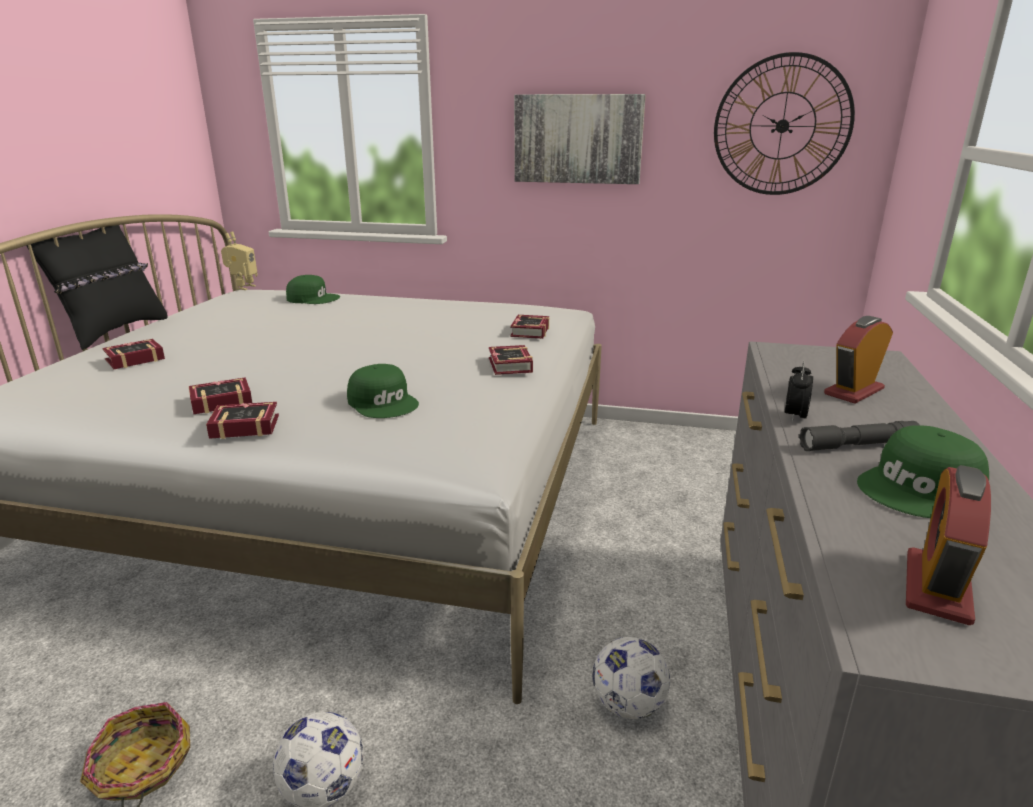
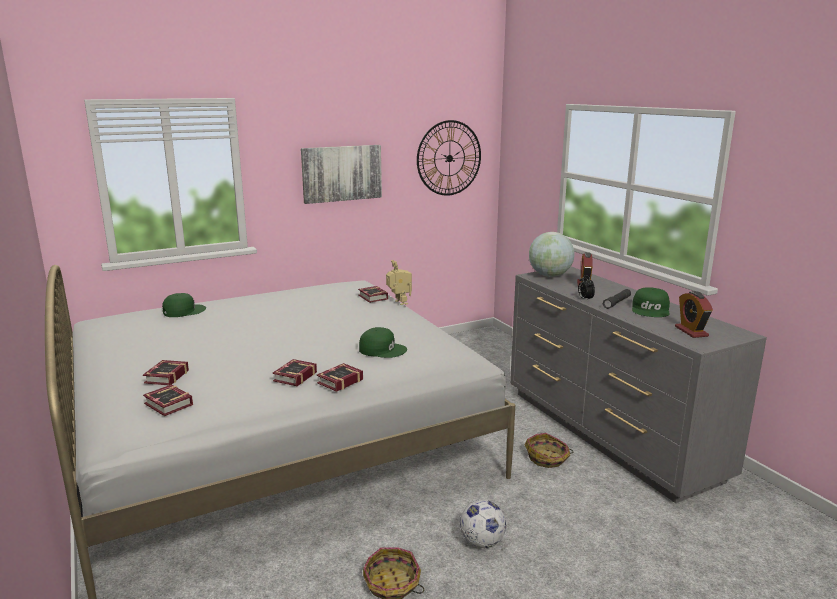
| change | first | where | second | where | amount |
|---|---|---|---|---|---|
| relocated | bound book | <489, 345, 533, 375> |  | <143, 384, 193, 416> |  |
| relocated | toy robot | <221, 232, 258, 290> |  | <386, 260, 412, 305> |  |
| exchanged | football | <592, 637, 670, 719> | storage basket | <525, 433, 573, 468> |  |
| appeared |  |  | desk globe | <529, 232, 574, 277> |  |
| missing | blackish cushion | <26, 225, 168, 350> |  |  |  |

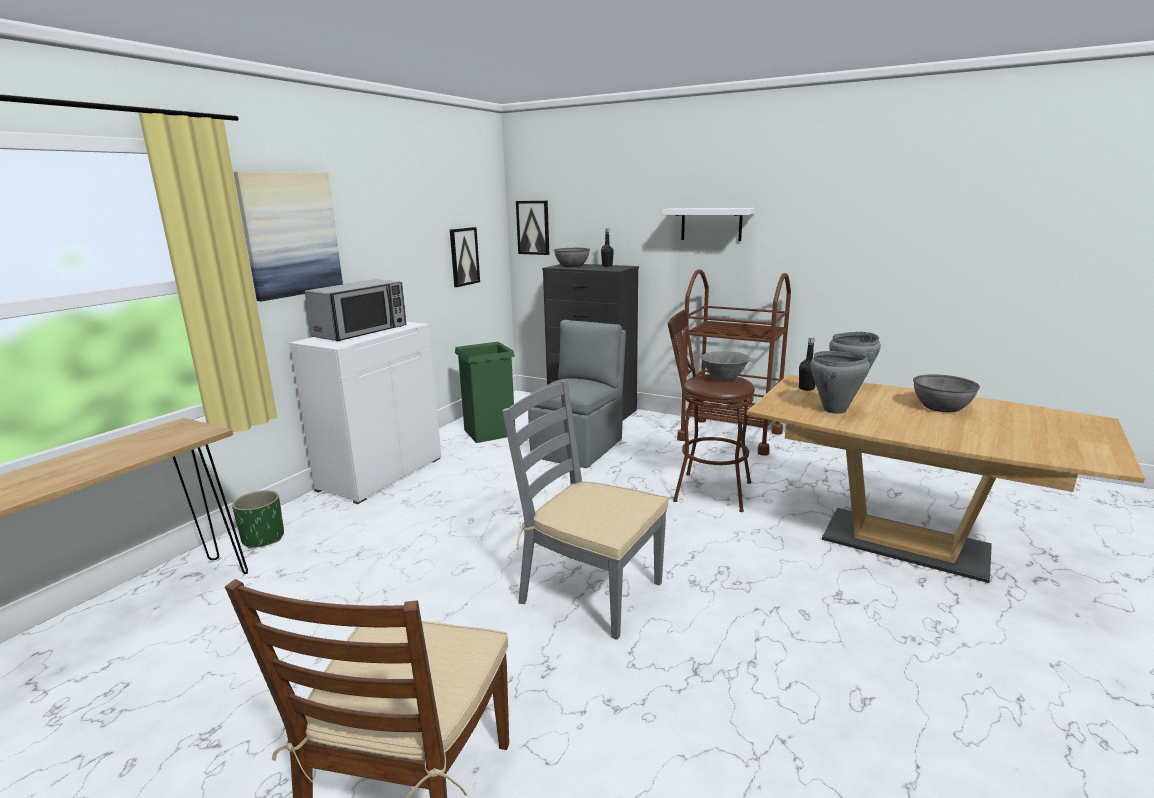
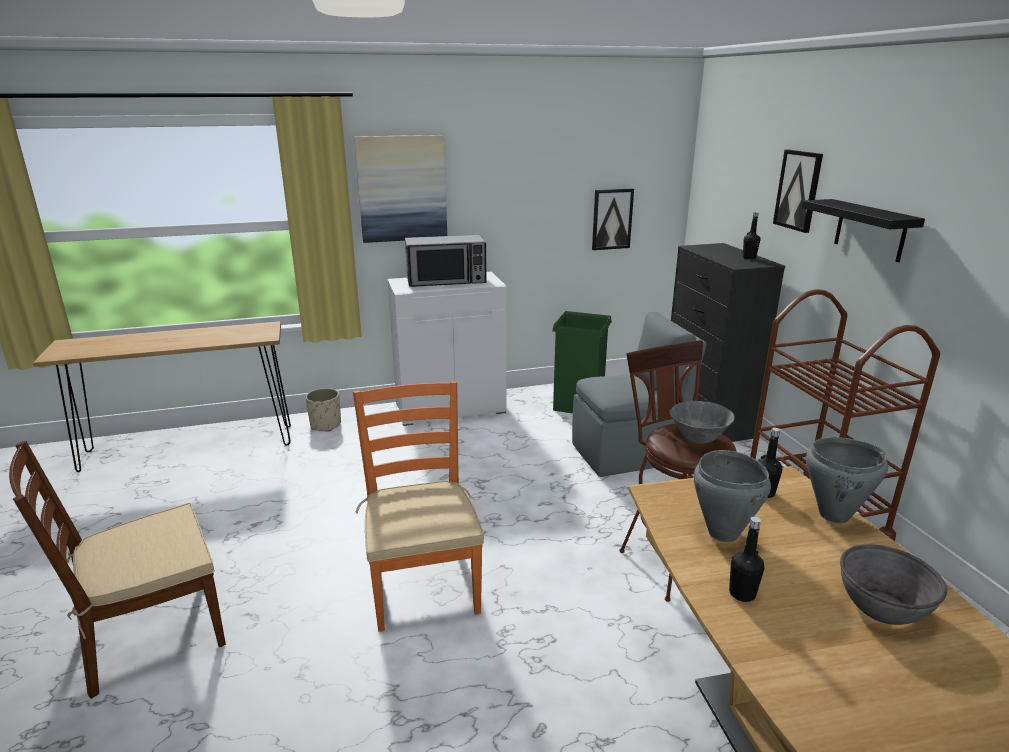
| change | first | where | second | where | amount |
|---|---|---|---|---|---|
| colour | green plant pot | <232, 490, 284, 549> | sand-coloured plant pot | <305, 388, 341, 432> |  |
| colour | greyish plain chair | <502, 381, 668, 640> | orange-coloured plain chair | <353, 381, 484, 632> |  |
| appeared |  |  | blackish beverage bottle | <729, 516, 764, 602> |  |
| relocated | wall picture | <516, 201, 549, 255> |  | <773, 150, 823, 233> |  |
| colour | white-coloured wall shelf | <662, 208, 755, 241> | blackish wall shelf | <802, 199, 925, 262> |  |
| missing | greyish bowl | <554, 248, 590, 267> |  |  |  |

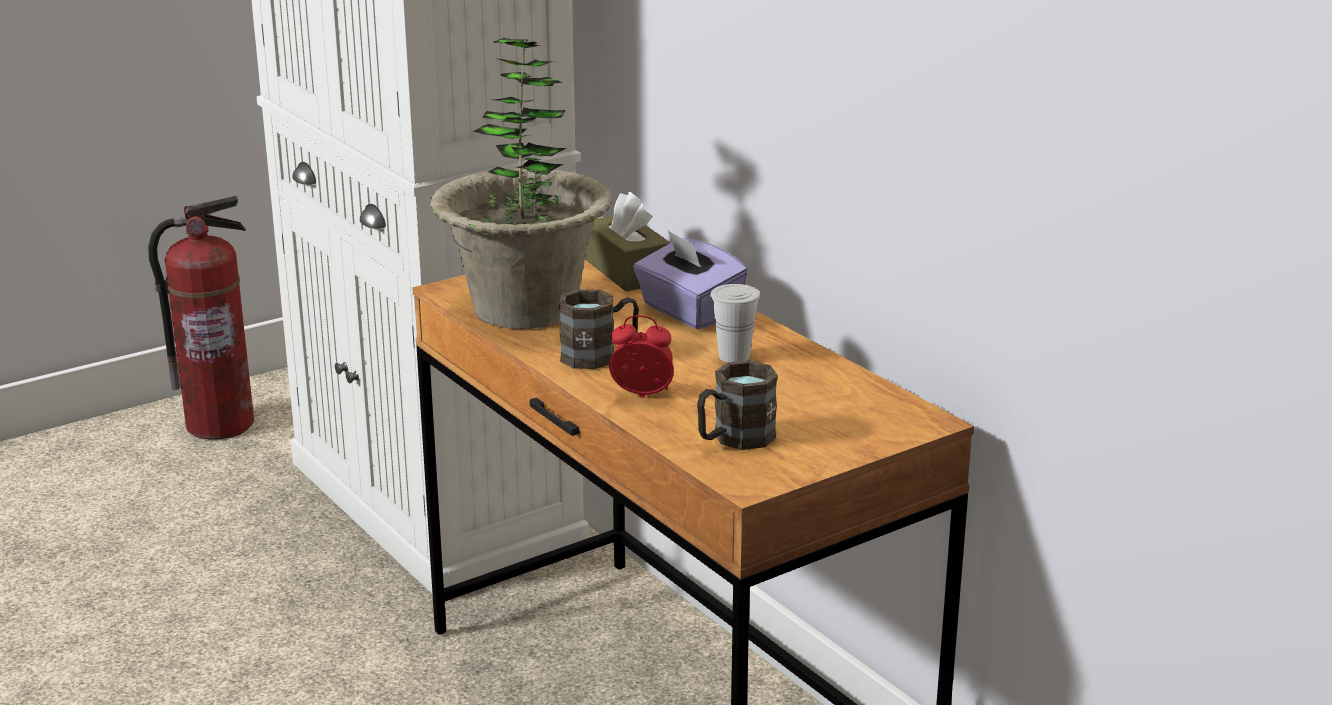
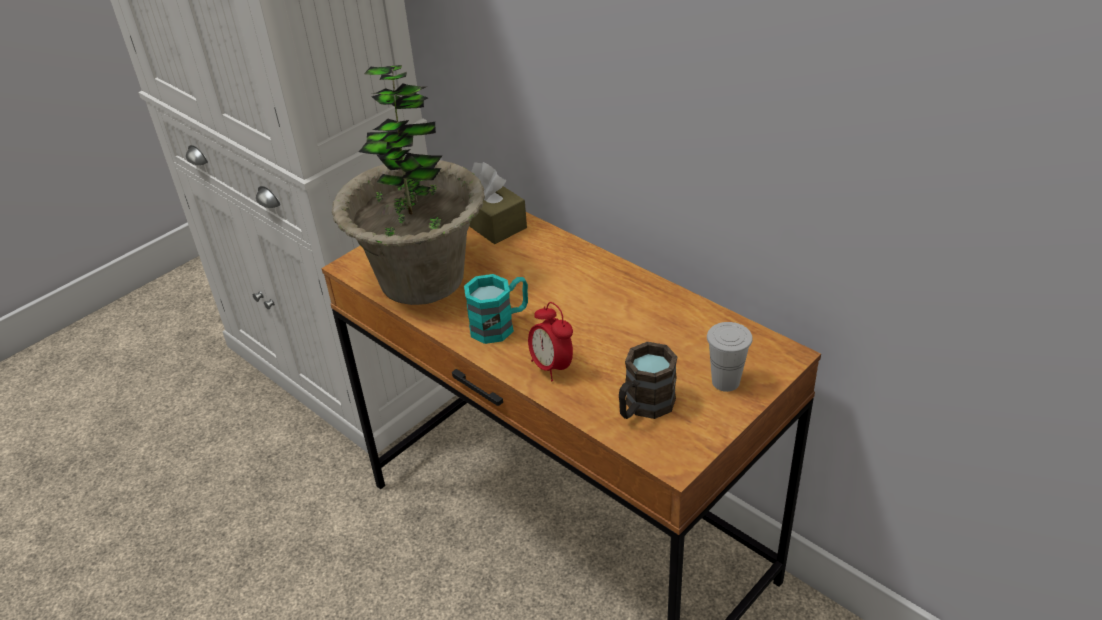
| change | first | where | second | where | amount |
|---|---|---|---|---|---|
| colour | brown-coloured coffee mug | <559, 289, 639, 369> | turquoise-coloured coffee mug | <464, 274, 528, 344> |  |
| spun | alarm clock | <609, 315, 674, 398> |  | <528, 302, 573, 381> | 120 degrees counterclockwise |
| relocated | white-coloured drinking cup | <711, 284, 760, 362> |  | <707, 322, 753, 392> |  |
| missing | fire extinguisher | <148, 196, 254, 440> |  |  |  |
| missing | purple box of tissues | <633, 230, 748, 329> |  |  |  |

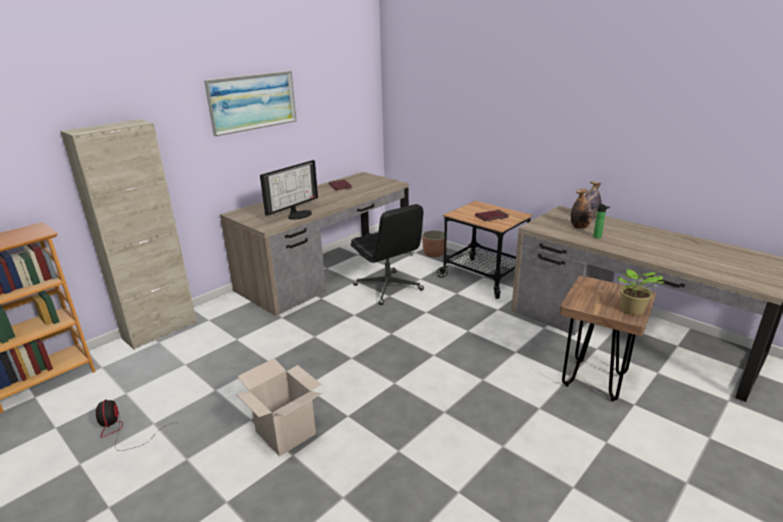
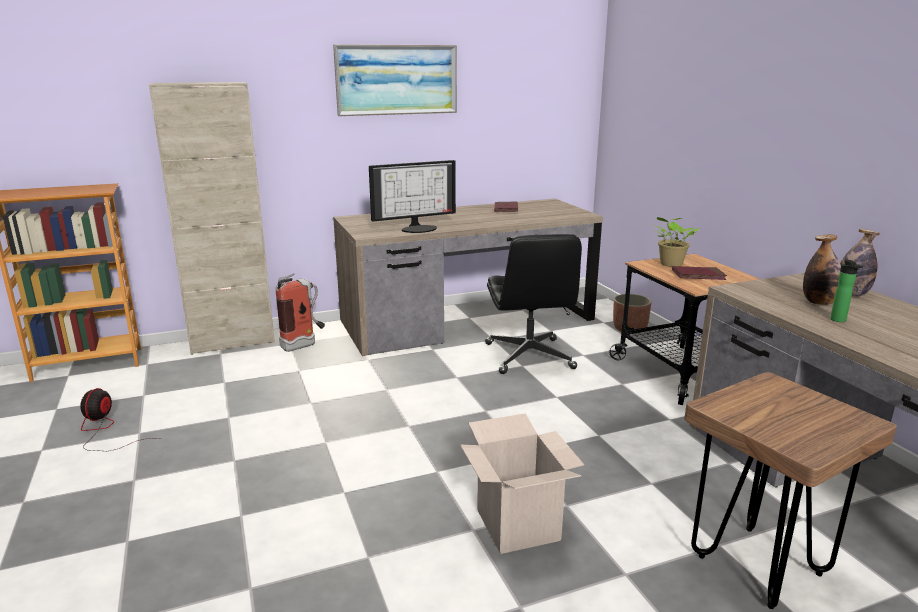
| change | first | where | second | where | amount |
|---|---|---|---|---|---|
| appeared |  |  | fire extinguisher | <276, 273, 325, 352> |  |
| relocated | packing box | <236, 358, 322, 456> |  | <460, 413, 584, 554> |  |
| relocated | houseplant | <618, 269, 665, 315> |  | <651, 217, 699, 267> |  |

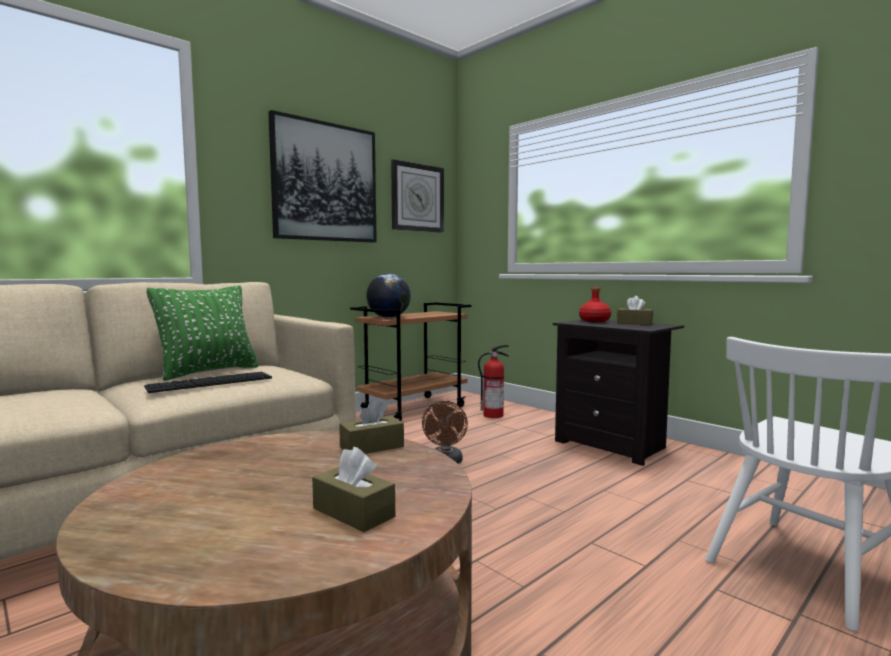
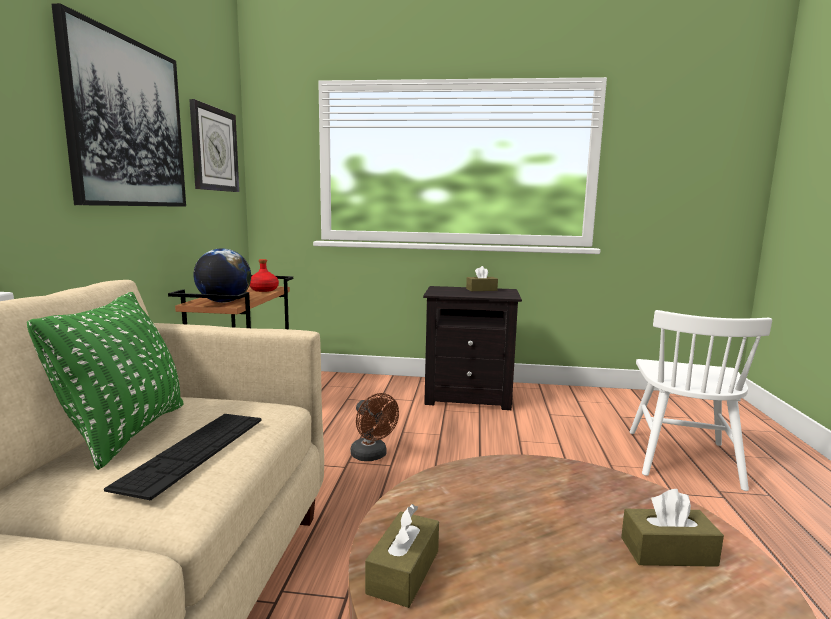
| change | first | where | second | where | amount |
|---|---|---|---|---|---|
| relocated | red-coloured beverage bottle | <579, 288, 611, 322> |  | <250, 259, 279, 292> |  |
| relocated | brown-coloured box of tissues | <339, 400, 404, 454> |  | <365, 504, 439, 608> |  |
| missing | fire extinguisher | <478, 345, 509, 418> |  |  |  |

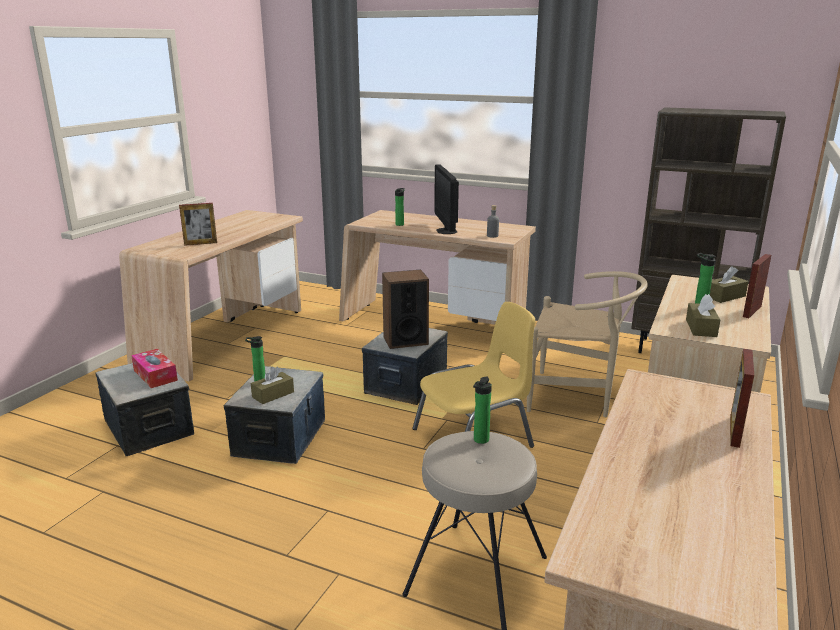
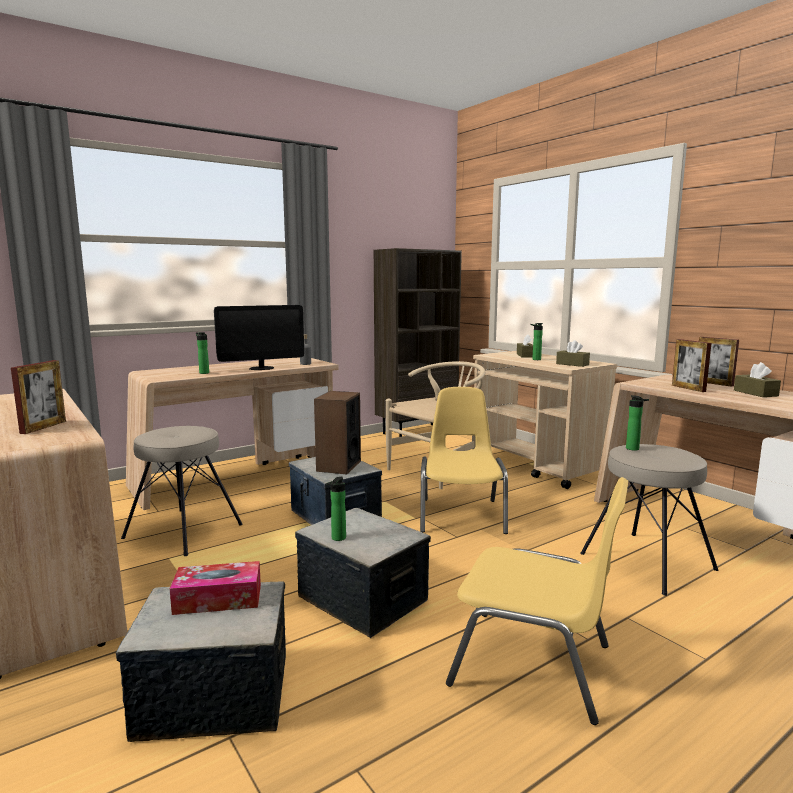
| change | first | where | second | where | amount |
|---|---|---|---|---|---|
| appeared |  |  | sand-coloured sitting stool | <121, 426, 243, 556> |  |
| spun | monitor | <434, 165, 459, 234> |  | <214, 305, 304, 370> | 45 degrees counterclockwise |
| appeared |  |  | yellow-coloured plain chair | <446, 477, 628, 725> |  |
| relocated | standing frame | <743, 254, 771, 318> |  | <672, 339, 711, 392> |  |
| relocated | brown-coloured box of tissues | <251, 367, 294, 404> |  | <734, 362, 781, 397> |  |

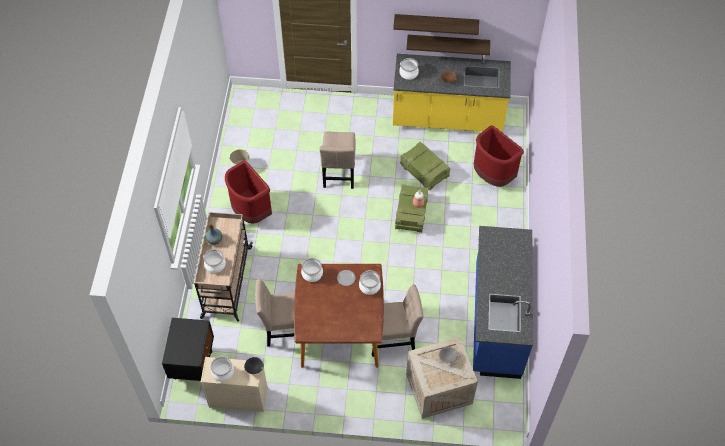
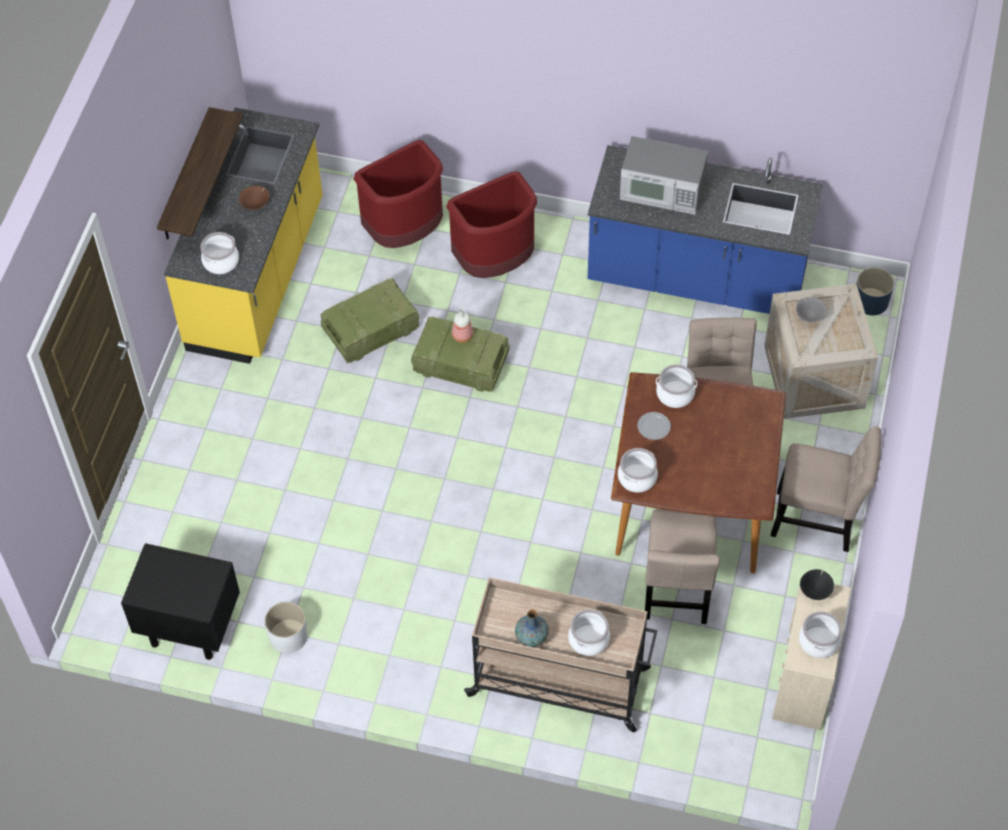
| change | first | where | second | where | amount |
|---|---|---|---|---|---|
| relocated | blackish nightstand | <162, 318, 214, 381> |  | <121, 543, 240, 660> |  |
| relocated | red-coloured rubbish bin | <225, 161, 272, 224> |  | <446, 171, 537, 278> |  |
| appeared |  |  | kitchen microwave | <620, 136, 708, 215> |  |
| relocated | sand-coloured plain chair | <319, 131, 356, 189> |  | <771, 426, 881, 552> |  |
| appeared |  |  | blue-coloured plant pot | <857, 268, 894, 315> |  |
| missing | wall shelf | <393, 14, 479, 35> |  |  |  |

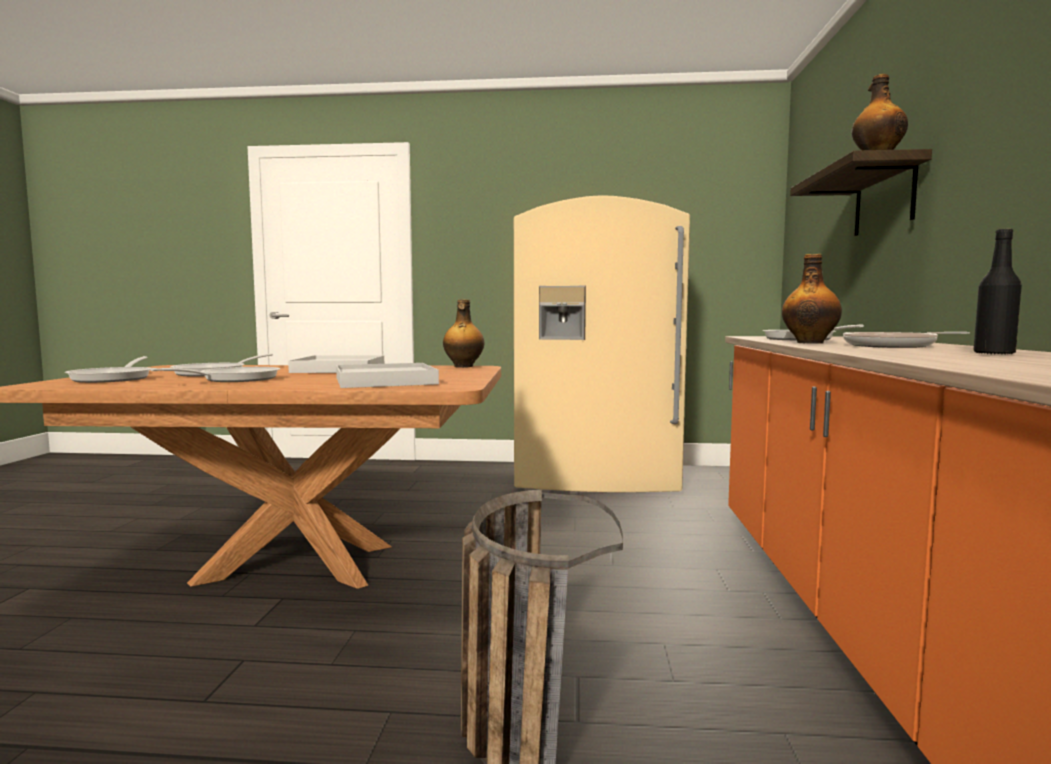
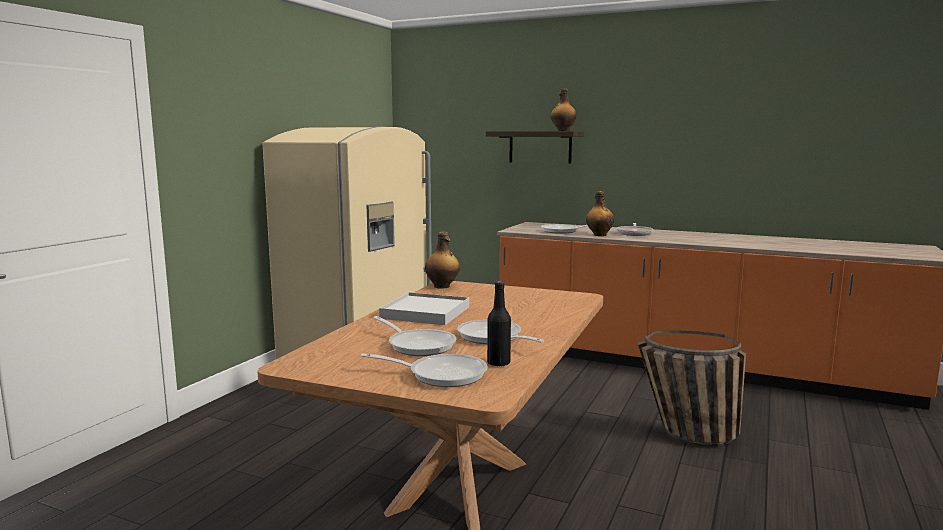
| change | first | where | second | where | amount |
|---|---|---|---|---|---|
| relocated | blackish beverage bottle | <973, 229, 1022, 355> |  | <487, 281, 511, 367> |  |
| missing | white-coloured tray | <336, 363, 439, 388> |  |  |  |

